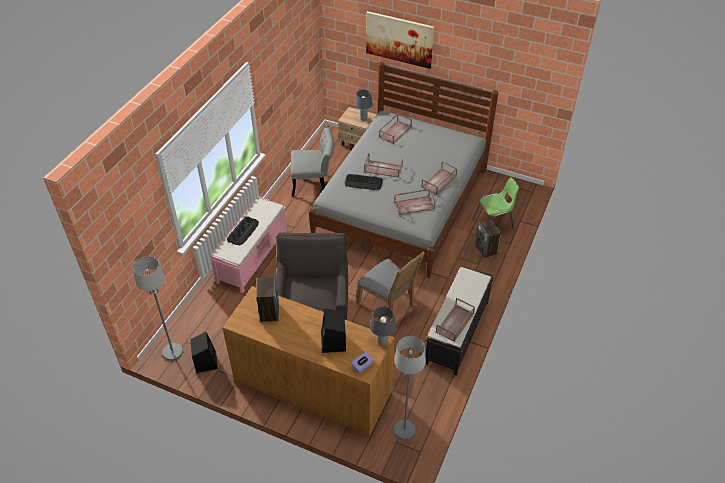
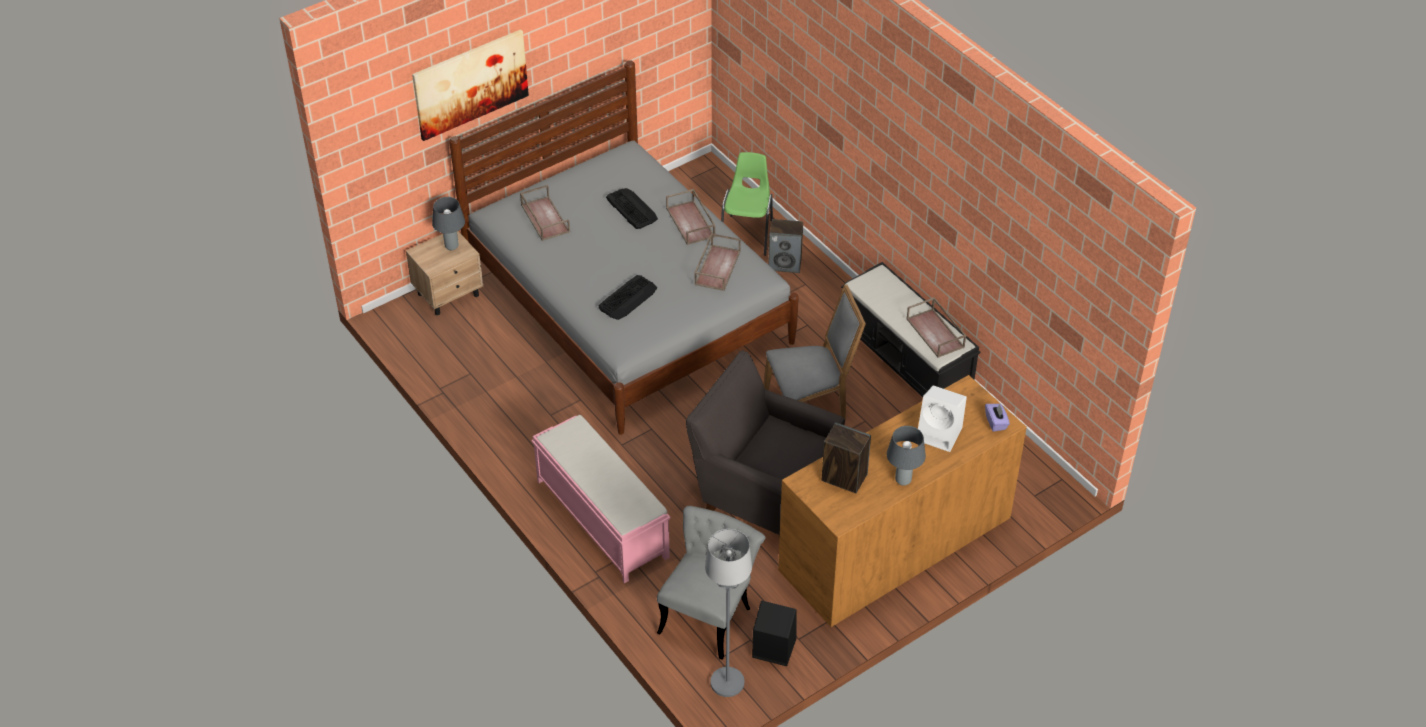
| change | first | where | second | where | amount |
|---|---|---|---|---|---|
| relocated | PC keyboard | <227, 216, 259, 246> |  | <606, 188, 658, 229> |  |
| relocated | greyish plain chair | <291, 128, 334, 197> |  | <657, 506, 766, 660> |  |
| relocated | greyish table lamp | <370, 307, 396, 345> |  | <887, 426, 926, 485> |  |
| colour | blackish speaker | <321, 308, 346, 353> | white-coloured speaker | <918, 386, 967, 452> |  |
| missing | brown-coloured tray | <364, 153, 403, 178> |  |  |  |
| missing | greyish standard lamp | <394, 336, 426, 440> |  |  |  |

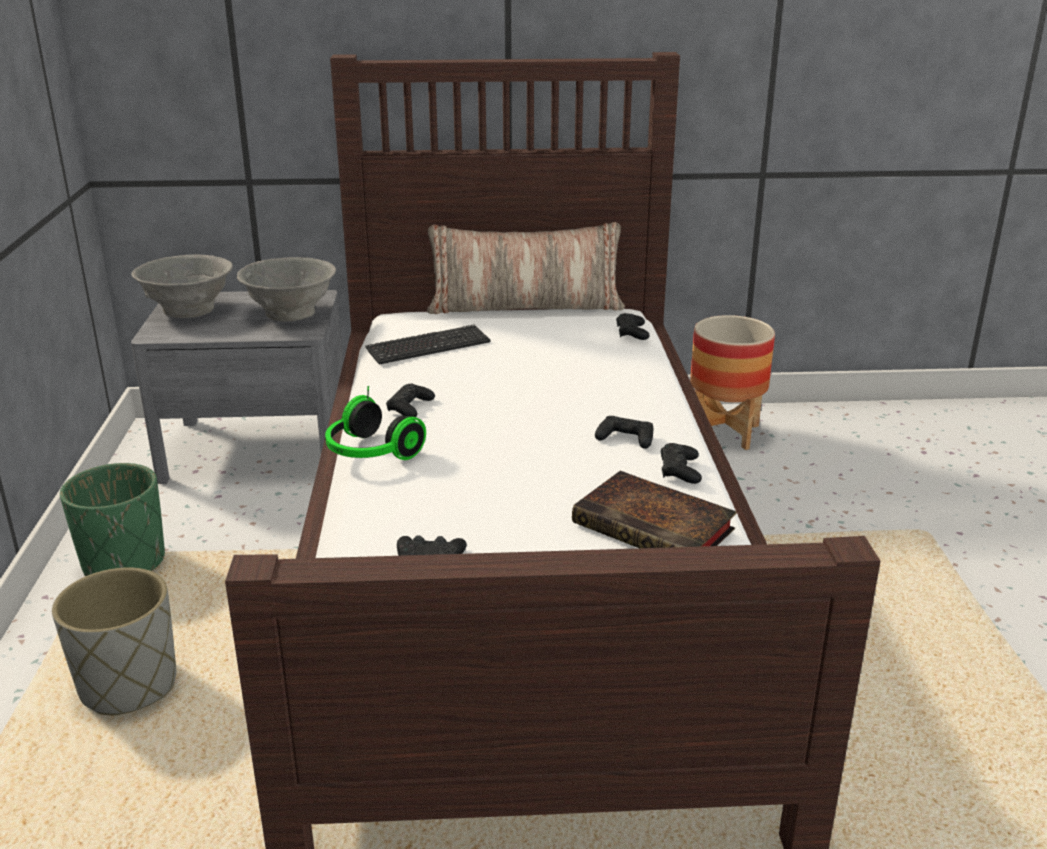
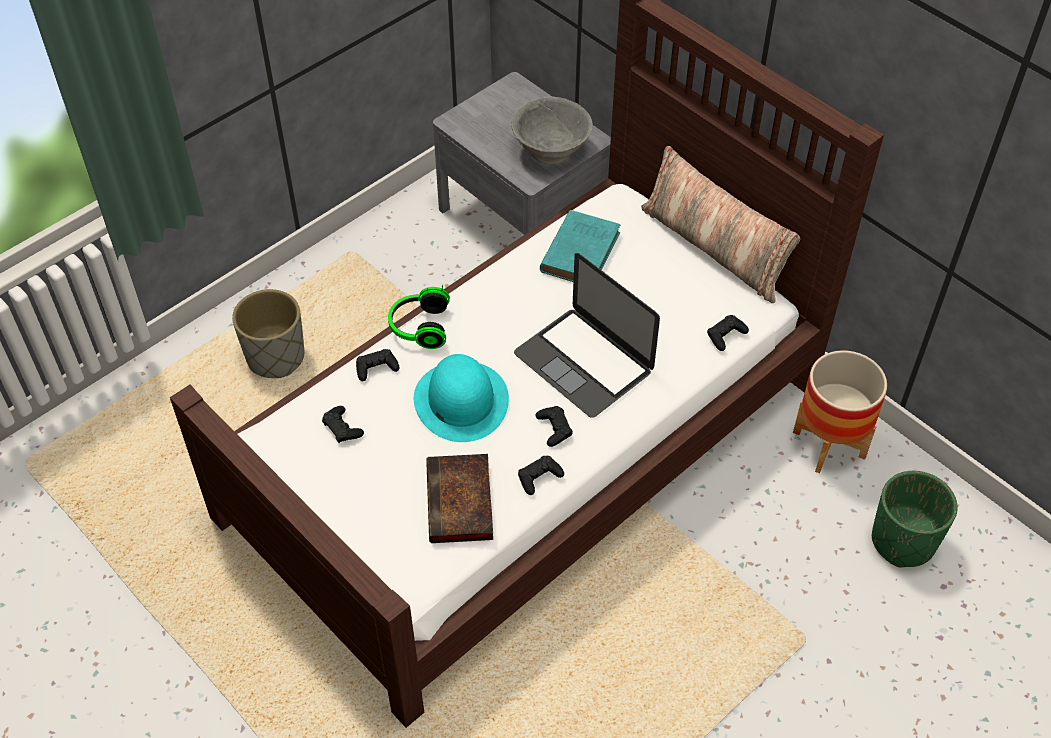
| change | first | where | second | where | amount |
|---|---|---|---|---|---|
| relocated | blackish gamepad | <386, 384, 435, 417> |  | <356, 349, 400, 381> |  |
| appeared |  |  | turquoise-coloured clothing hat | <414, 354, 509, 442> |  |
| appeared |  |  | notebook computer | <514, 253, 660, 418> |  |
| exchanged | PC keyboard | <365, 324, 490, 364> | turquoise-coloured bound book | <540, 210, 620, 282> |  |
| relocated | green plant pot | <60, 463, 165, 576> |  | <872, 471, 958, 568> |  |
| missing | greyish bowl | <131, 254, 233, 318> |  |  |  |

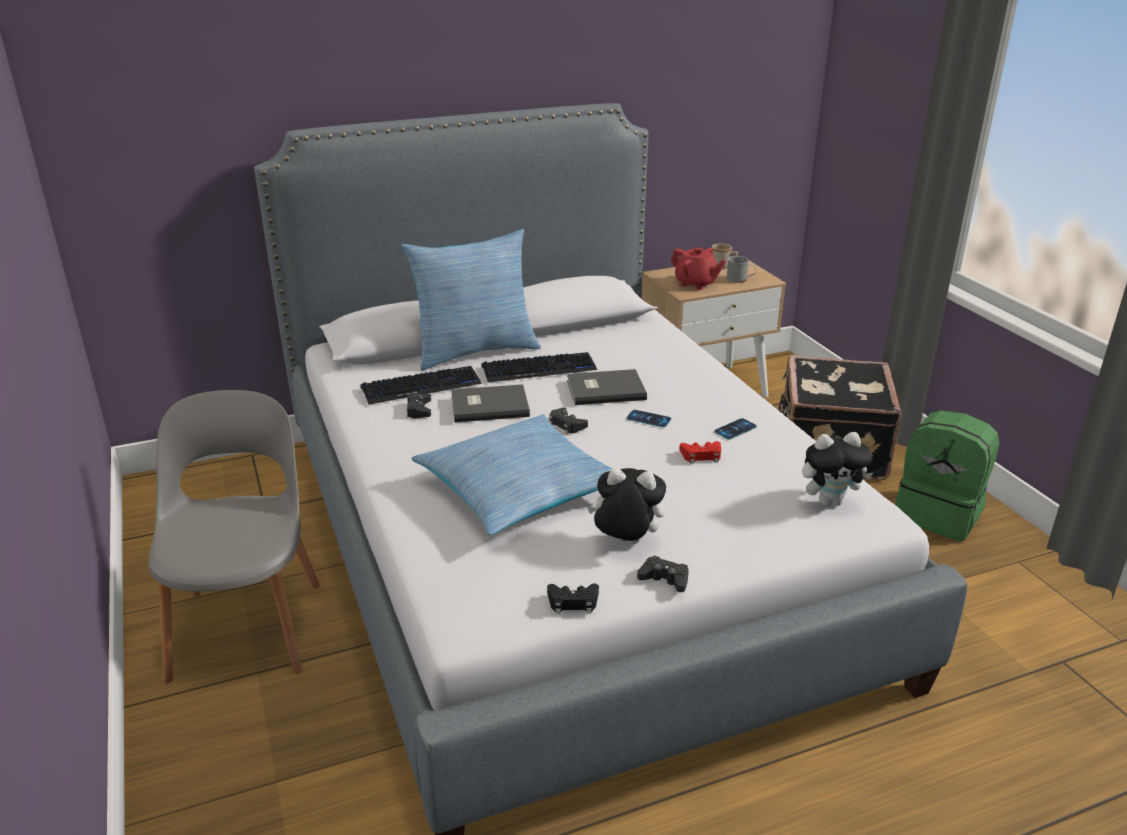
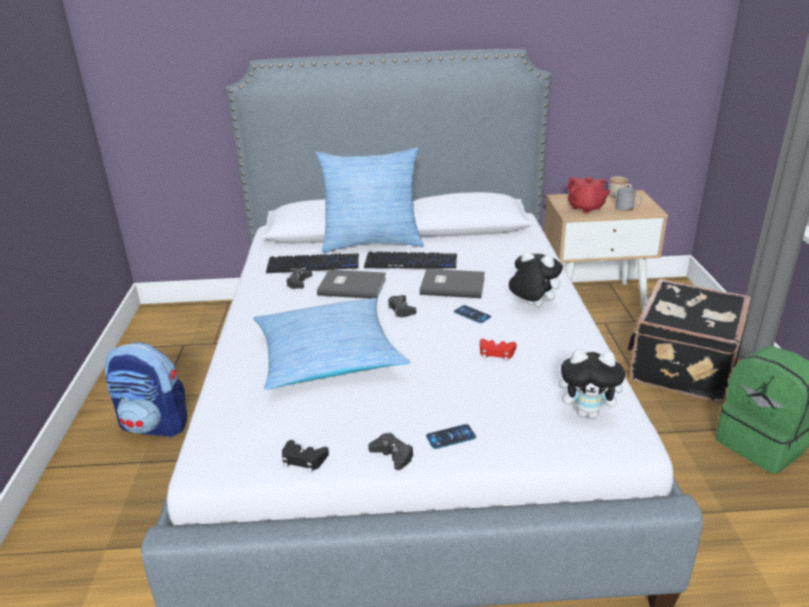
| change | first | where | second | where | amount |
|---|---|---|---|---|---|
| exchanged | greyish plain chair | <148, 390, 320, 683> | rucksack | <105, 342, 188, 437> |  |
| relocated | handset | <714, 418, 757, 439> |  | <426, 424, 476, 449> |  |
| relocated | cuddly toy | <587, 468, 666, 544> |  | <508, 250, 563, 307> |  |

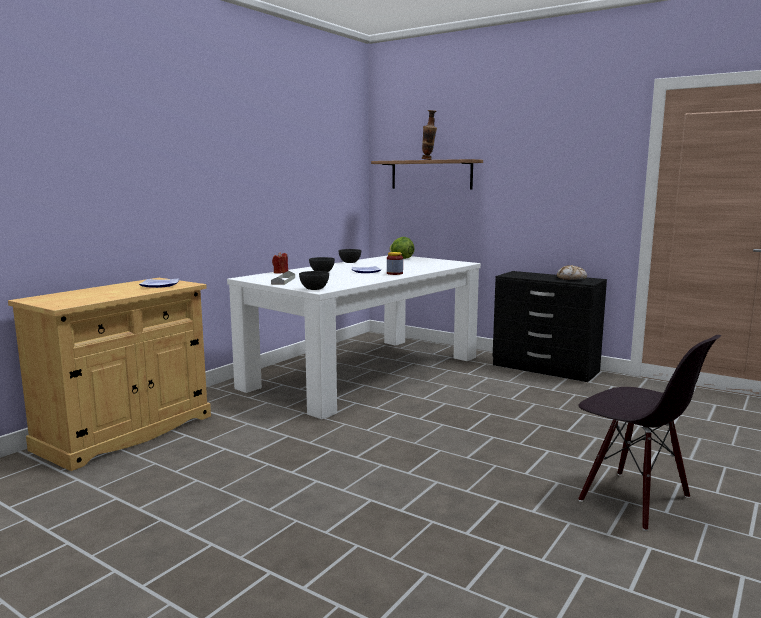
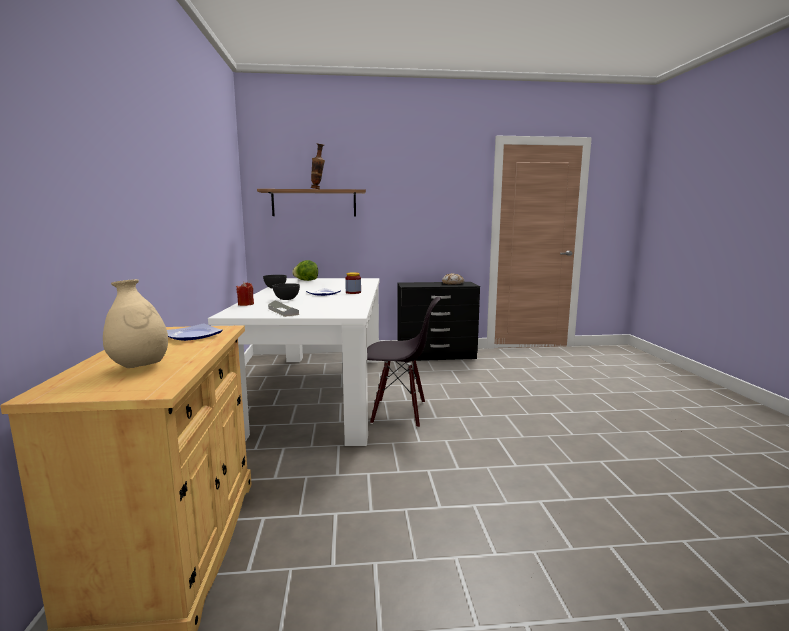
| change | first | where | second | where | amount |
|---|---|---|---|---|---|
| appeared |  |  | sand-coloured vase | <103, 279, 168, 368> |  |
| relocated | blackish plain chair | <578, 335, 721, 531> |  | <367, 297, 441, 428> |  |
| missing | greyish bowl | <299, 271, 329, 290> |  |  |  |

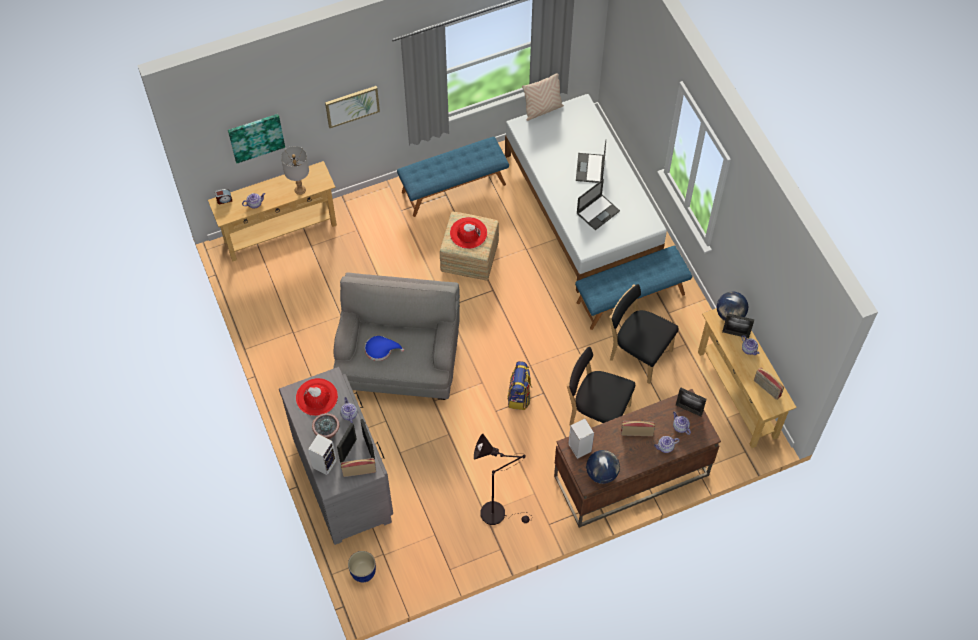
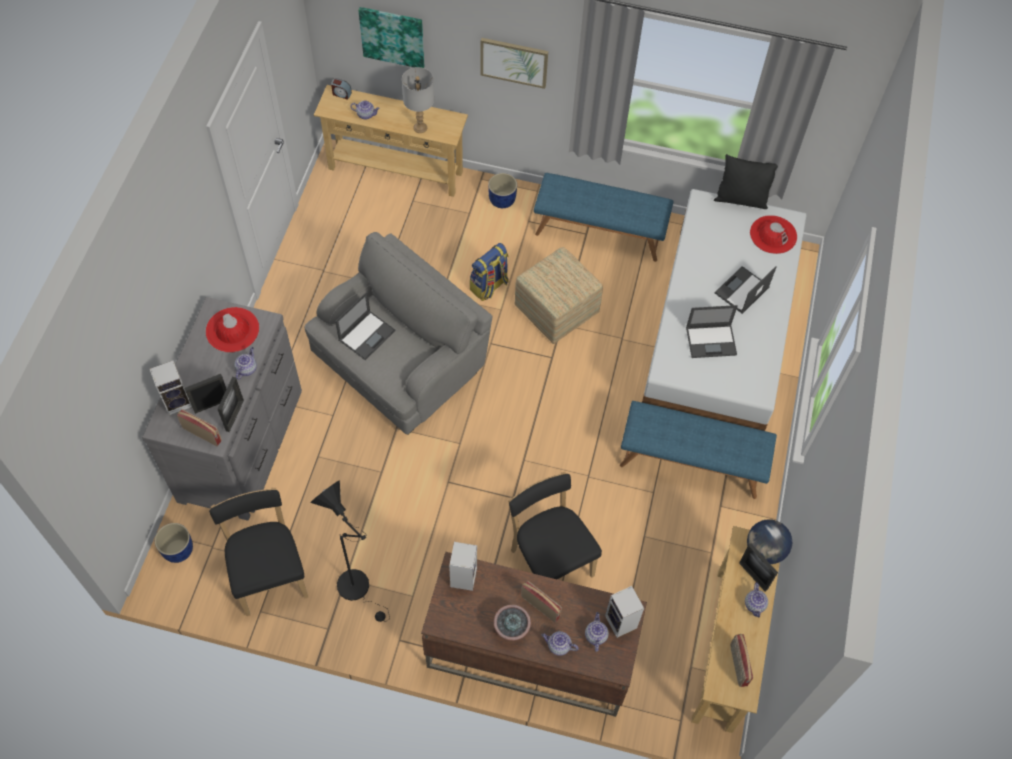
| change | first | where | second | where | amount |
|---|---|---|---|---|---|
| relocated | blackish plain chair | <609, 284, 678, 384> |  | <209, 488, 308, 616> |  |
| exchanged | blue-coloured clothing hat | <365, 336, 404, 361> | notebook computer | <335, 292, 396, 360> |  |
| relocated | rucksack | <507, 361, 532, 410> |  | <470, 243, 509, 301> |  |
| appeared |  |  | blue-coloured plant pot | <488, 173, 517, 208> |  |
| relocated | houseplant | <312, 413, 339, 439> |  | <493, 605, 531, 641> |  |
| exchanged | standing frame | <676, 388, 707, 416> | speaker | <605, 586, 644, 638> |  |
| colour | sand-coloured cushion | <522, 73, 564, 121> | blackish cushion | <714, 154, 778, 209> |  |
| relocated | red-coloured clothing hat | <450, 217, 487, 249> |  | <750, 215, 797, 254> |  |
| missing | desk globe | <586, 450, 620, 484> |  |  |  |

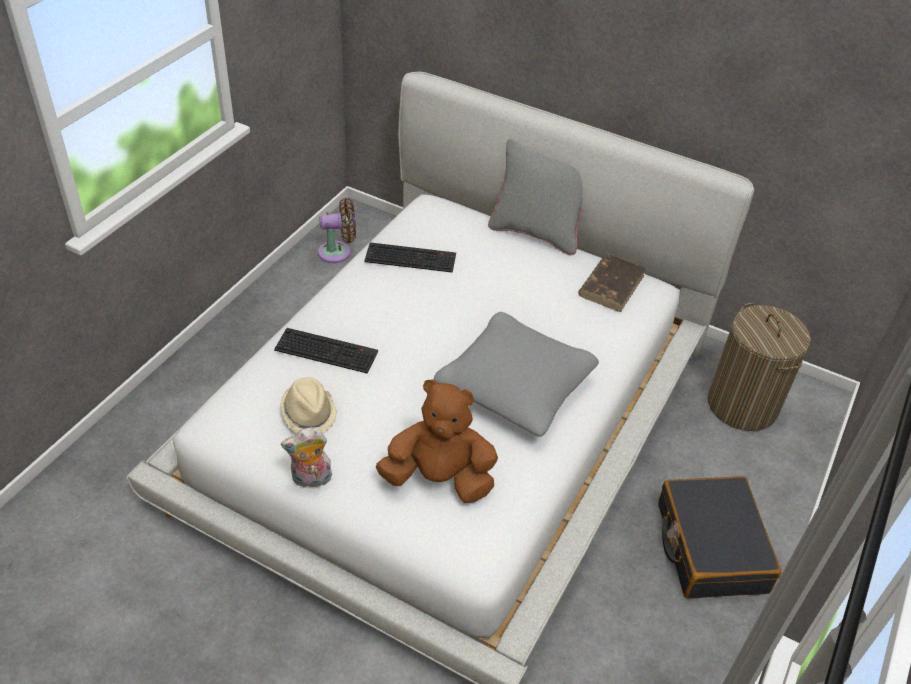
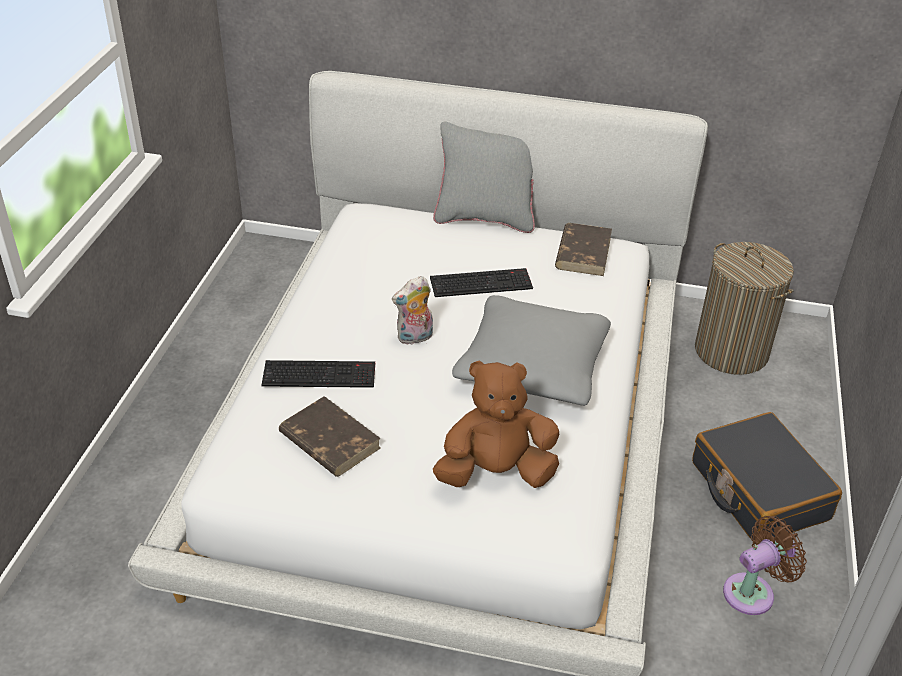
| change | first | where | second | where | amount |
|---|---|---|---|---|---|
| exchanged | sand-coloured clothing hat | <280, 377, 337, 433> | brown-coloured bound book | <279, 396, 381, 477> |  |
| relocated | cuddly toy | <281, 427, 332, 488> |  | <392, 276, 433, 345> |  |
| relocated | PC keyboard | <364, 242, 456, 273> |  | <430, 268, 533, 297> |  |
| relocated | brown-coloured fan | <318, 198, 356, 263> |  | <723, 516, 807, 615> |  |

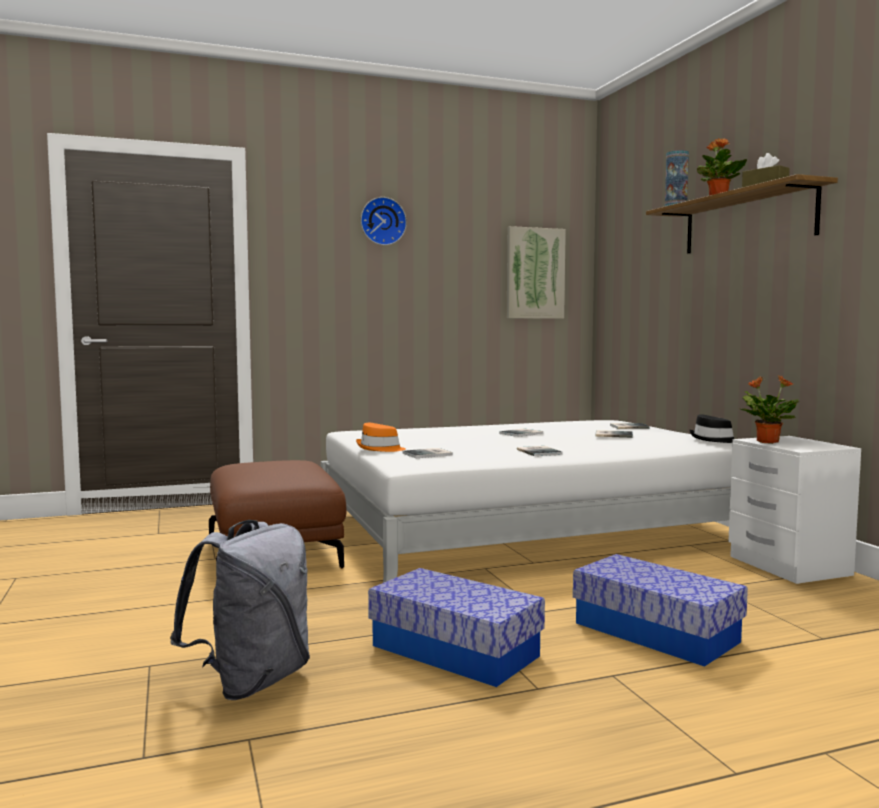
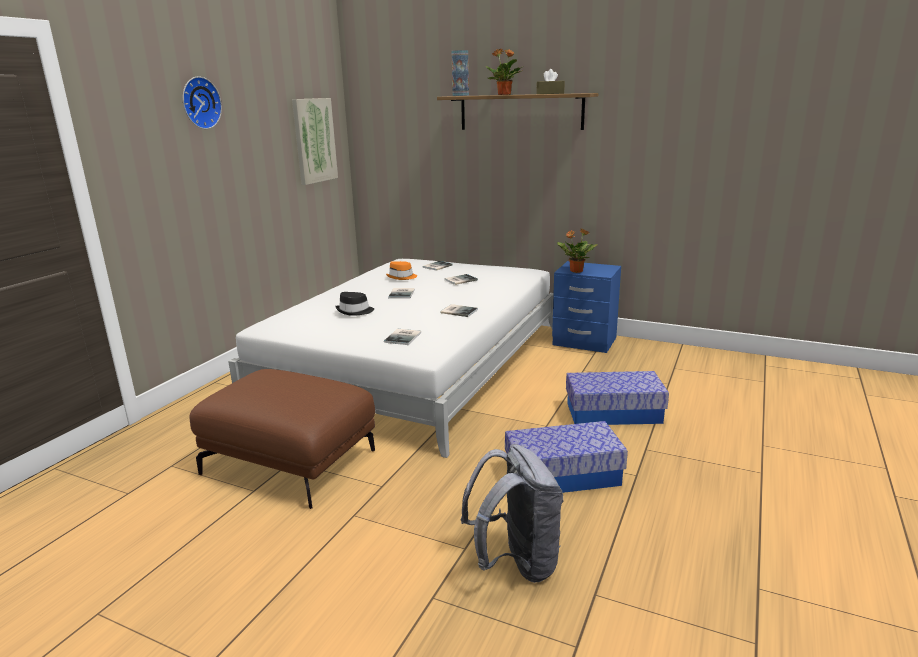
| change | first | where | second | where | amount |
|---|---|---|---|---|---|
| relocated | blackish clothing hat | <690, 414, 734, 443> |  | <335, 292, 374, 316> |  |
| relocated | orange-coloured clothing hat | <356, 423, 406, 452> |  | <386, 261, 417, 280> |  |
| colour | white-coloured nightstand | <728, 436, 861, 584> | blue-coloured nightstand | <552, 261, 621, 353> |  |

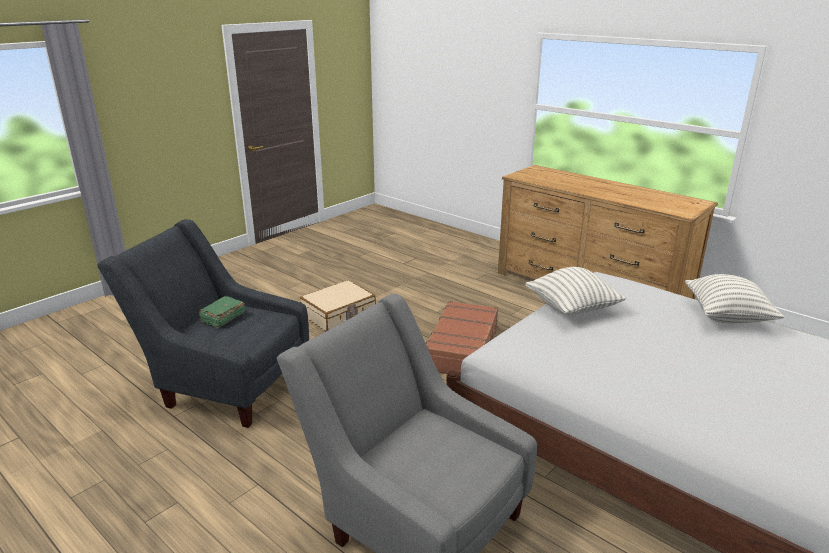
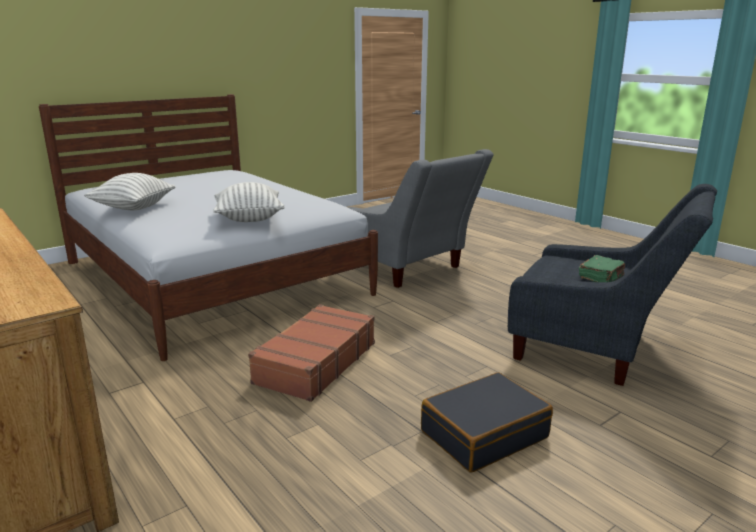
| change | first | where | second | where | amount |
|---|---|---|---|---|---|
| colour | sand-coloured travel case | <300, 280, 376, 331> | blackish travel case | <421, 372, 553, 473> |  |

